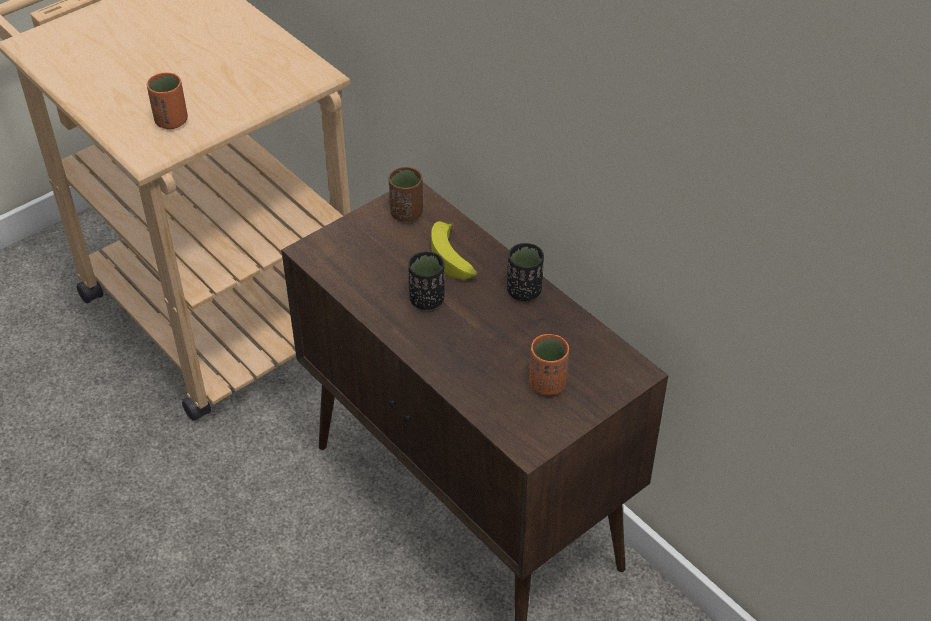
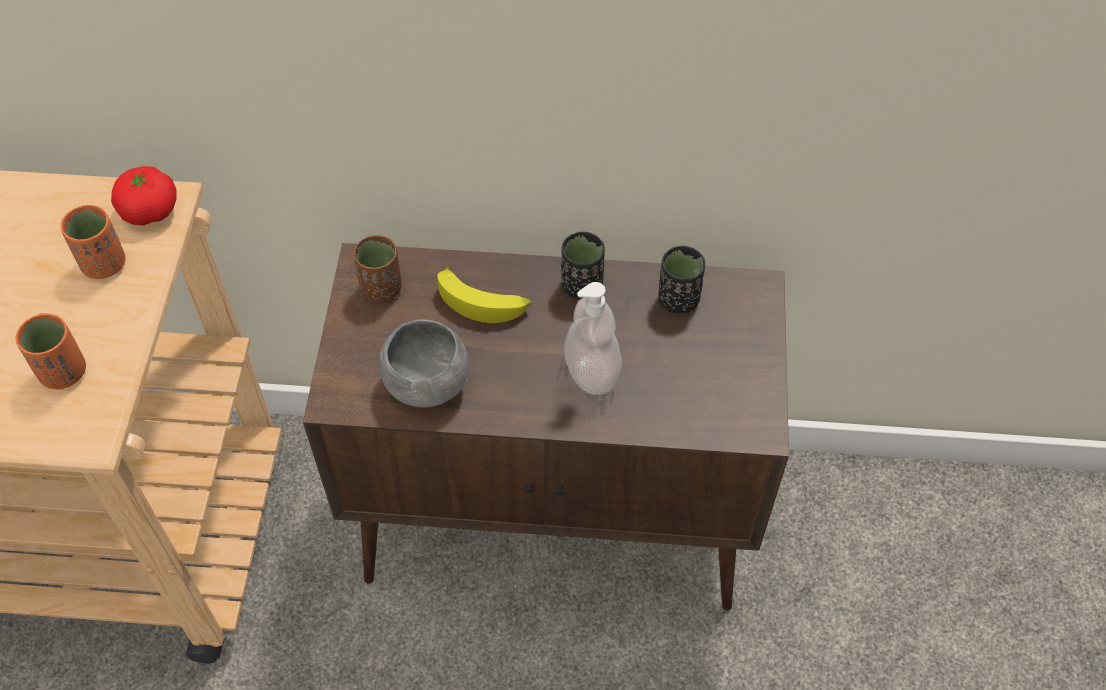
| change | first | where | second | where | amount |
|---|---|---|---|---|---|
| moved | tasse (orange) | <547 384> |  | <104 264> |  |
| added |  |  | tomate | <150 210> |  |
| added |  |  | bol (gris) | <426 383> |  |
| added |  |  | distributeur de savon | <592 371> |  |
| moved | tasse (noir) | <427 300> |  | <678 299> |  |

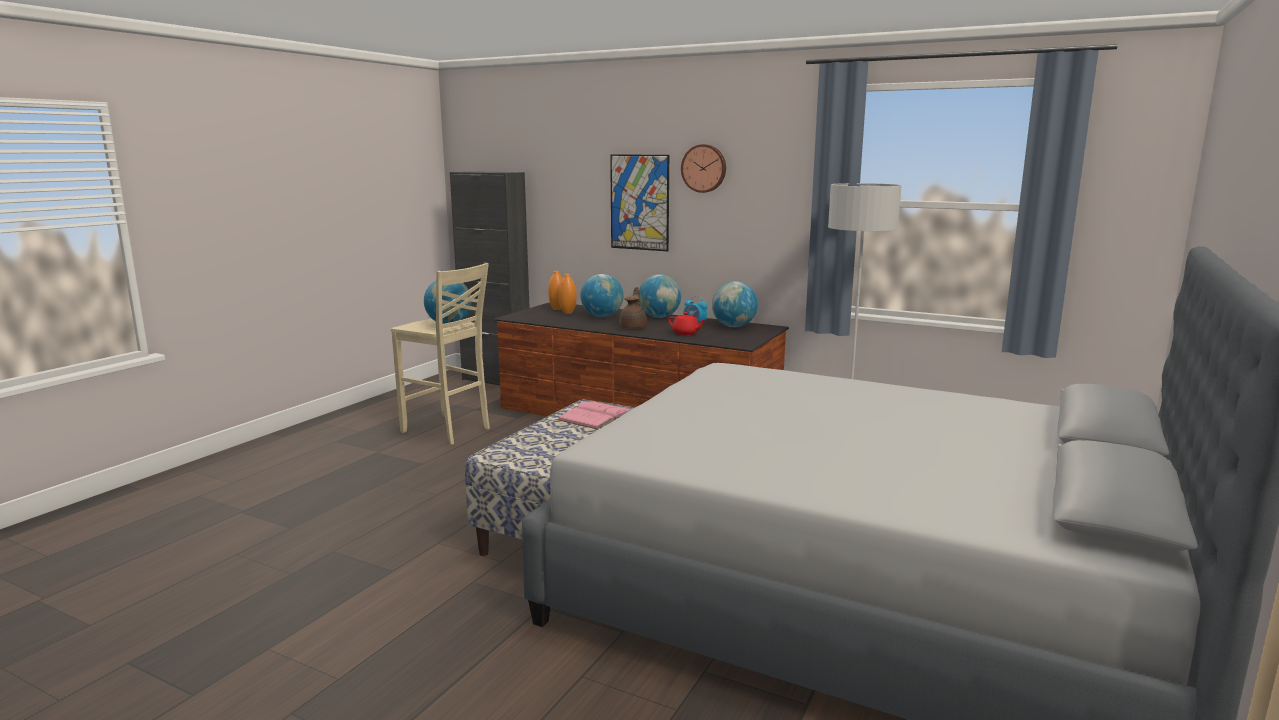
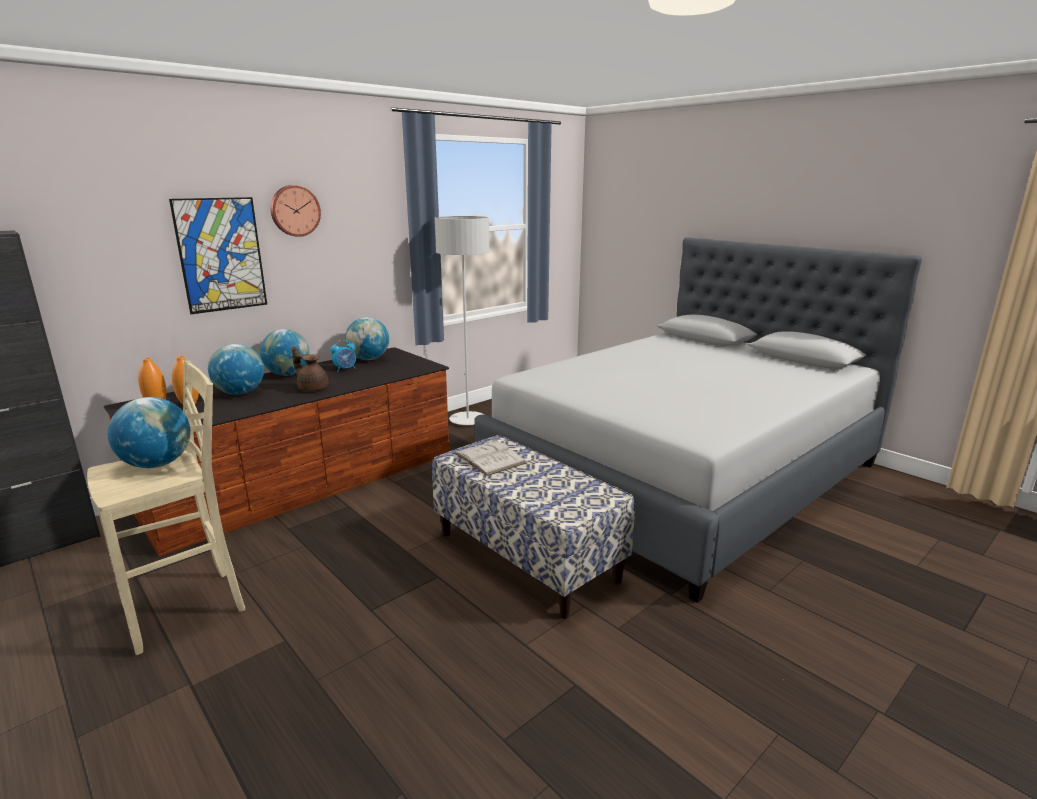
| change | first | where | second | where | amount |
|---|---|---|---|---|---|
| recoloured | livre (rose) | <595 415> | livre (blanc) | <489 458> |  |
| removed | théière (rouge) | <686 333> |  |  |  |

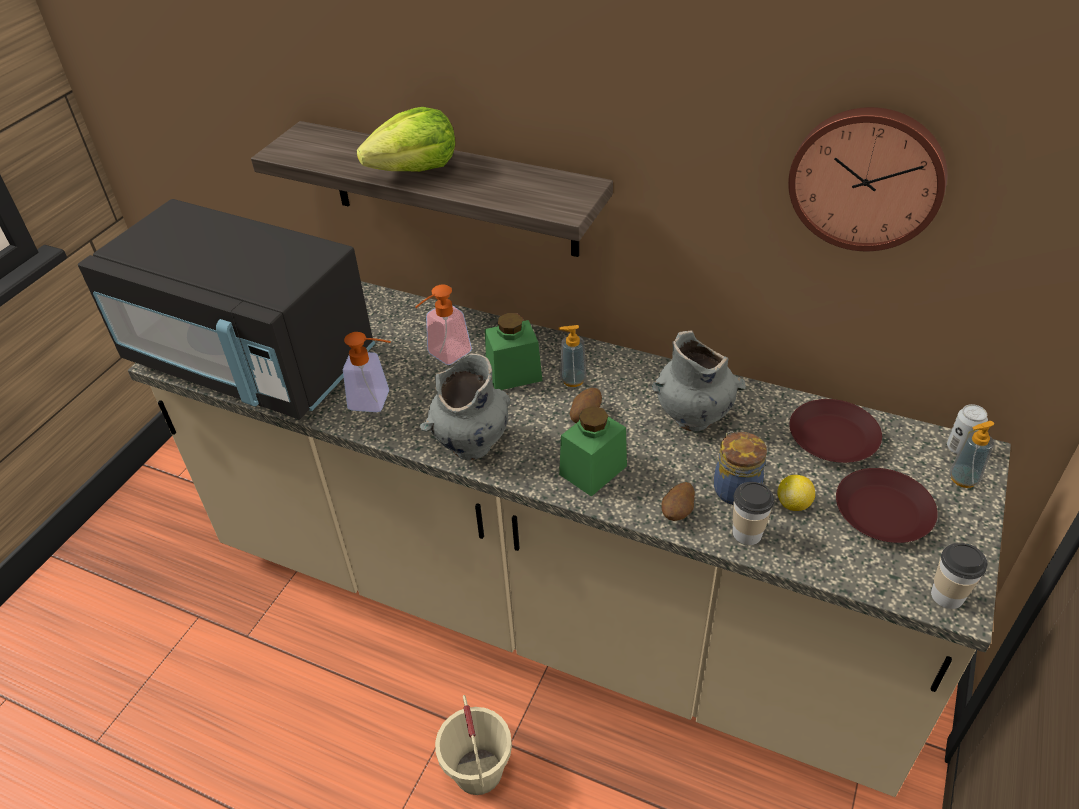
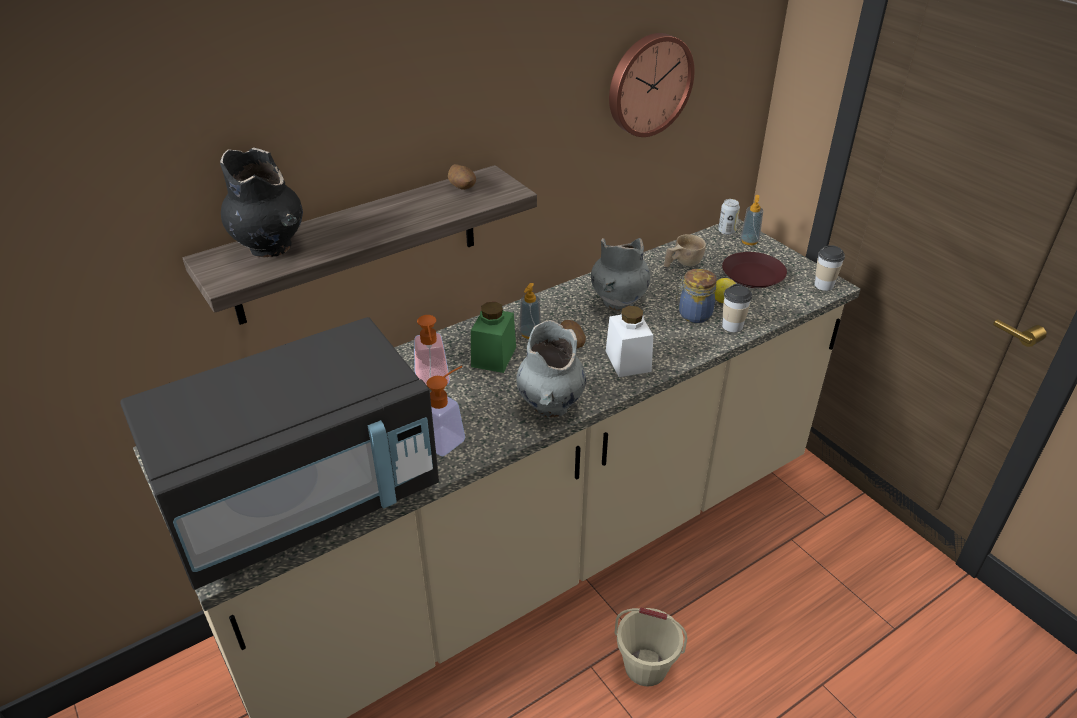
| change | first | where | second | where | amount |
|---|---|---|---|---|---|
| added |  |  | vase (noir) | <271 248> |  |
| moved | pomme de terre | <678 512> |  | <462 188> |  |
| recoloured | bocal (vert) | <593 470> | bocal (blanc) | <628 361> |  |
| replaced | assiette (marron) | <832 437> | tasse (beige) | <682 263> |  |
| removed | laitue | <415 169> |  |  |  |

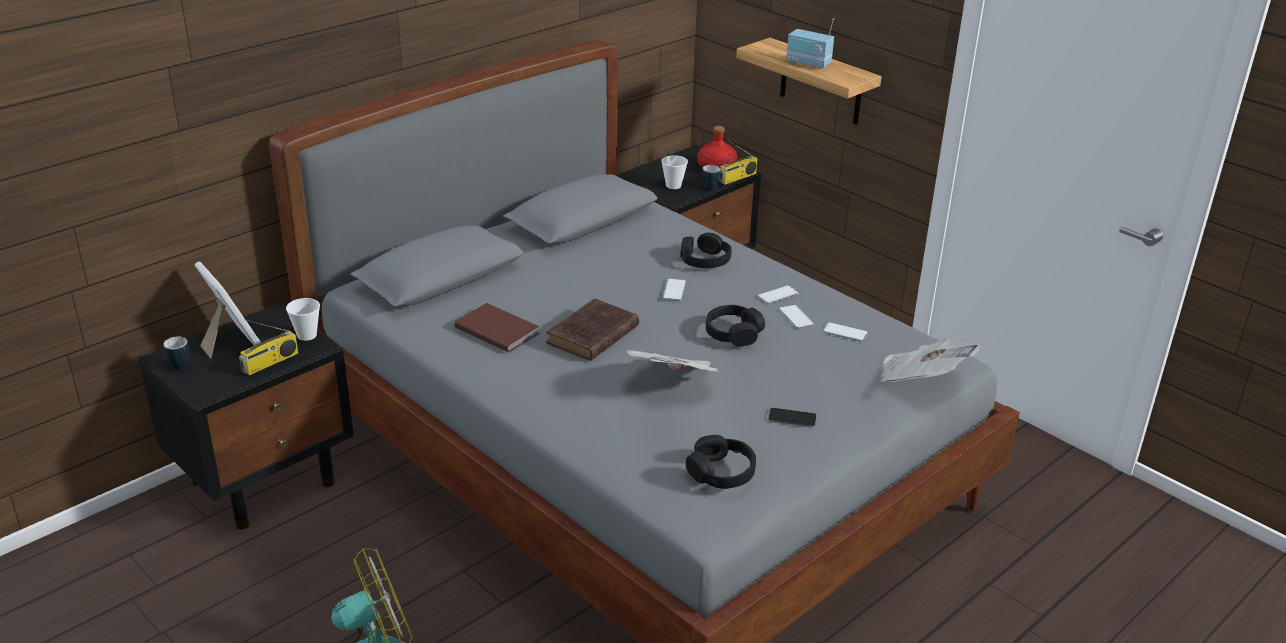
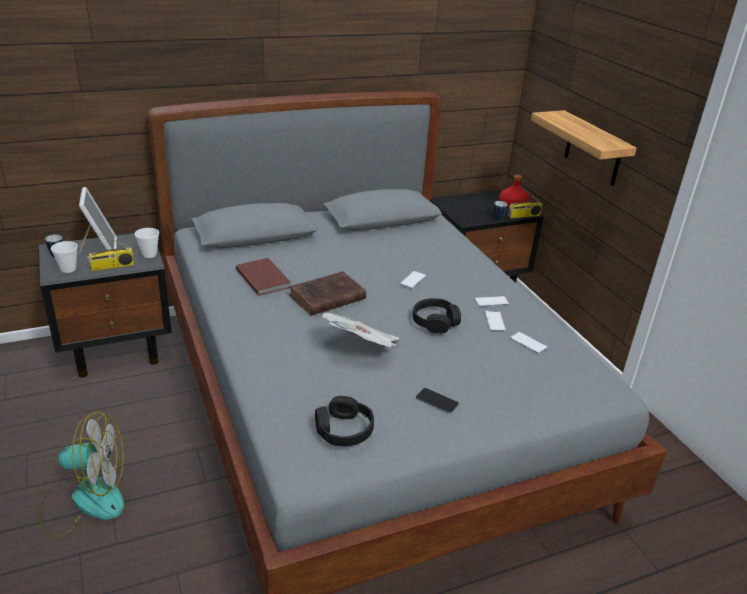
| change | first | where | second | where | amount |
|---|---|---|---|---|---|
| moved | tasse | <673 185> |  | <68 269> |  |
| removed | casque audio (noir) | <704 260> |  |  |  |
| removed | radio | <808 63> |  |  |  |
| removed | journal | <922 379> |  |  |  |

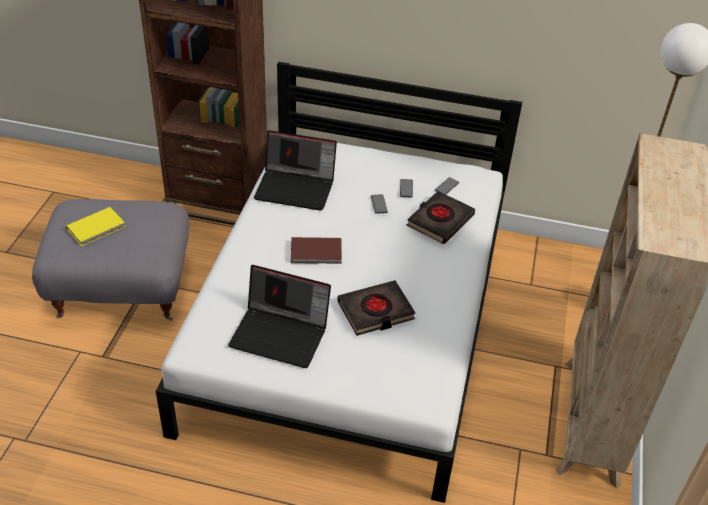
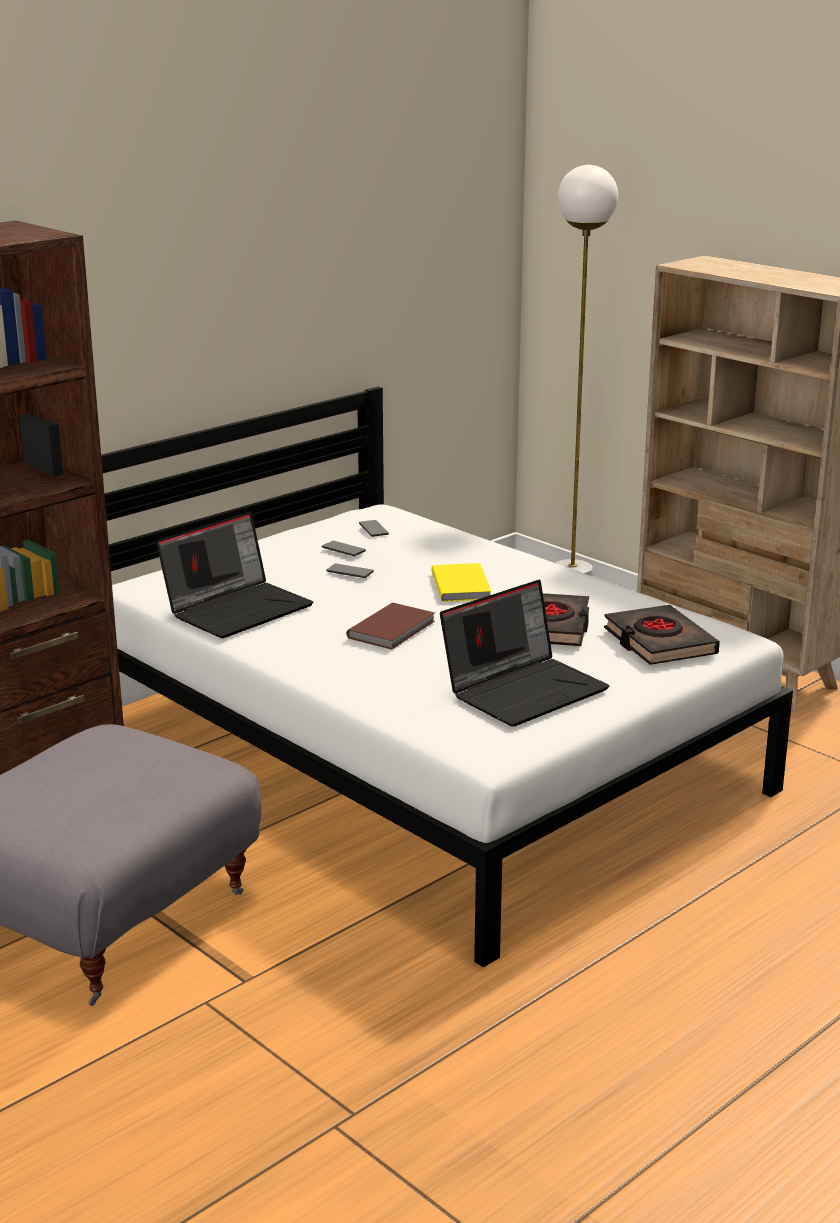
| change | first | where | second | where | amount |
|---|---|---|---|---|---|
| moved | livre (jaune) | <97 228> |  | <462 585> |  |
| moved | livre (noir) | <440 221> |  | <659 642> |  |

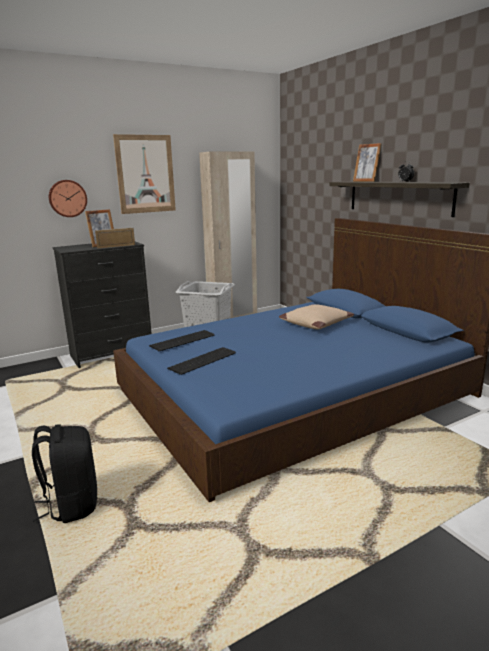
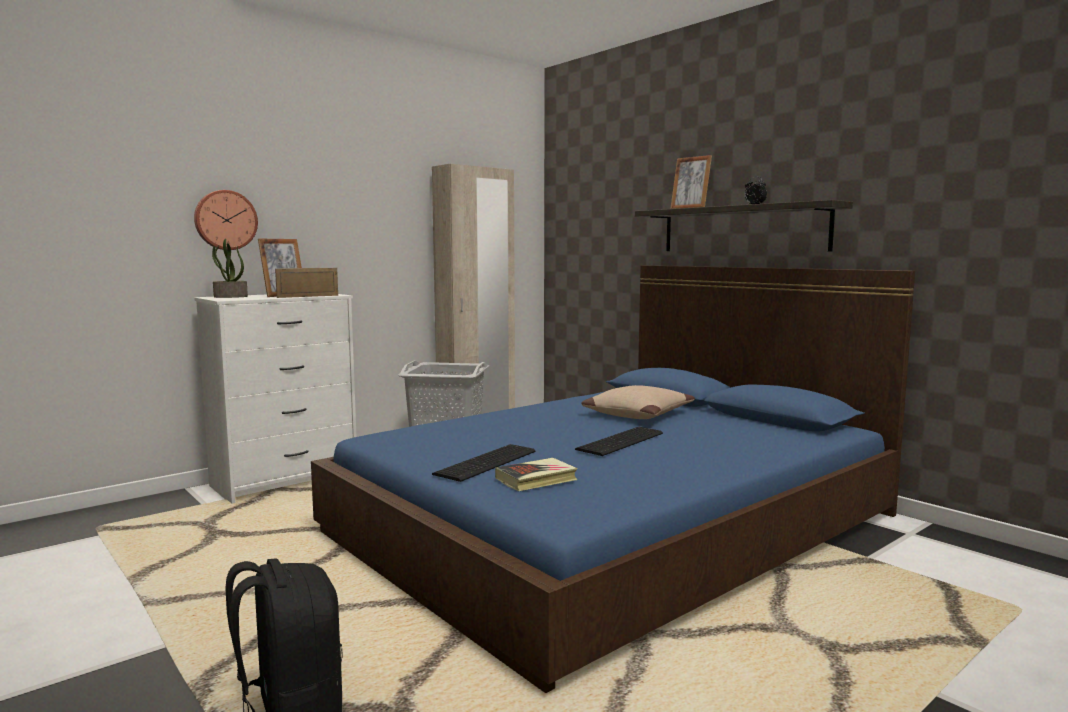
| change | first | where | second | where | amount |
|---|---|---|---|---|---|
| recoloured | commode (noir) | <112 354> | commode (blanc) | <285 481> |  |
| added |  |  | plante en pot | <230 297> |  |
| added |  |  | livre | <536 479> |  |
| moved | clavier | <184 340> |  | <623 441> |  |
| removed | tableau | <145 174> |  |  |  |

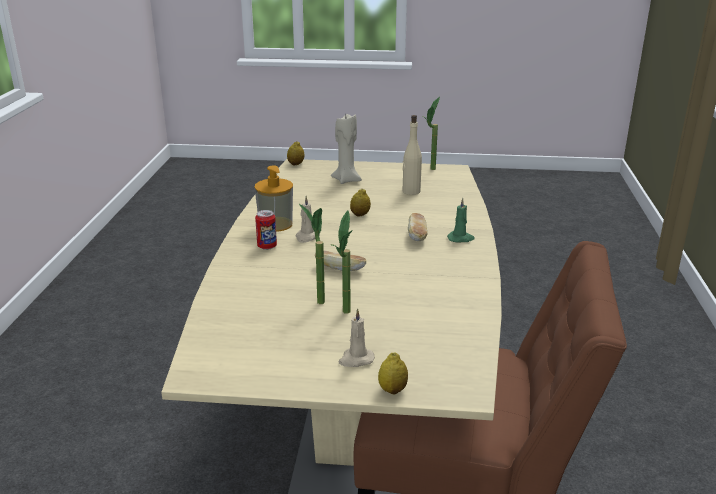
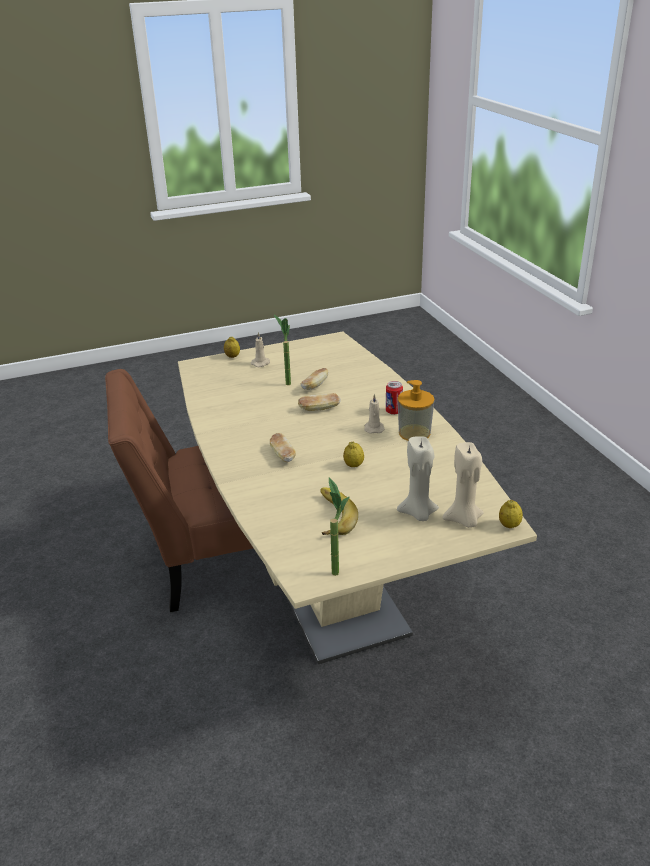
| change | first | where | second | where | amount |
|---|---|---|---|---|---|
| replaced | plante en pot | <316 299> | pain | <314 386> |  |
| replaced | bouteille (beige) | <411 191> | banane | <330 516> |  |
| added |  |  | bougie (beige) | <464 520> |  |
| removed | bougie (vert) | <461 238> |  |  |  |

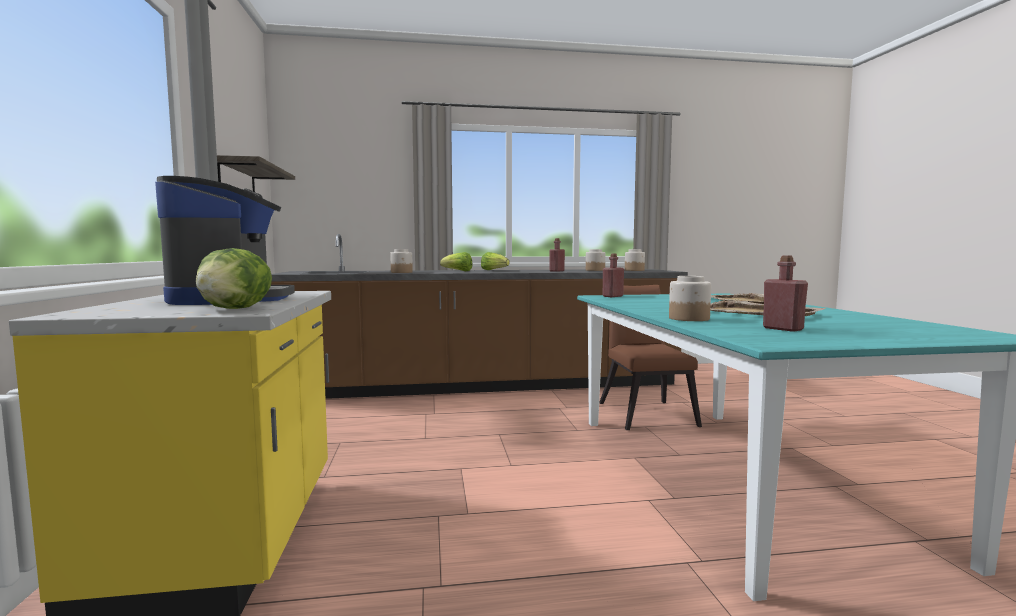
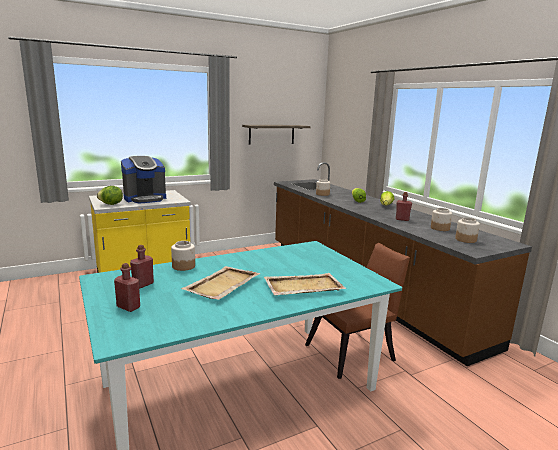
| change | first | where | second | where | amount |
|---|---|---|---|---|---|
| moved | bouteille (rouge) | <612 296> |  | <128 307> |  |

